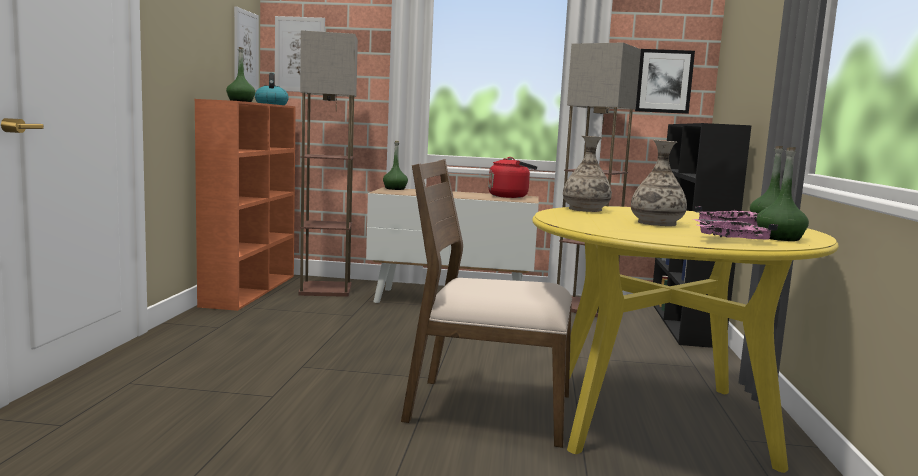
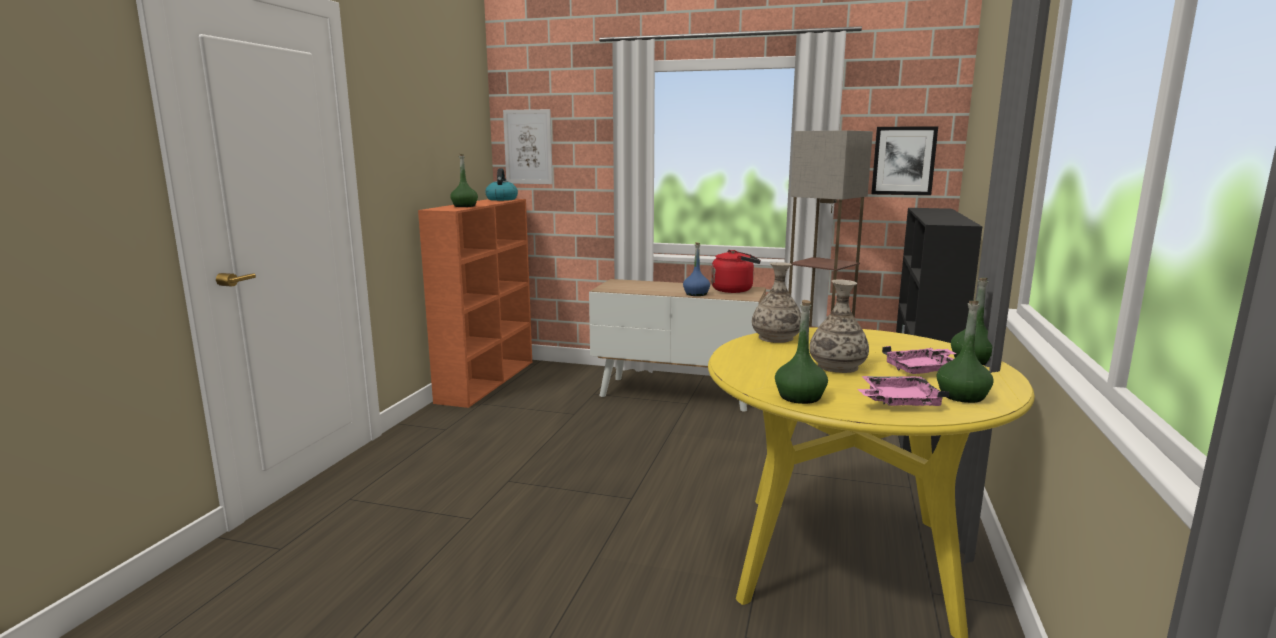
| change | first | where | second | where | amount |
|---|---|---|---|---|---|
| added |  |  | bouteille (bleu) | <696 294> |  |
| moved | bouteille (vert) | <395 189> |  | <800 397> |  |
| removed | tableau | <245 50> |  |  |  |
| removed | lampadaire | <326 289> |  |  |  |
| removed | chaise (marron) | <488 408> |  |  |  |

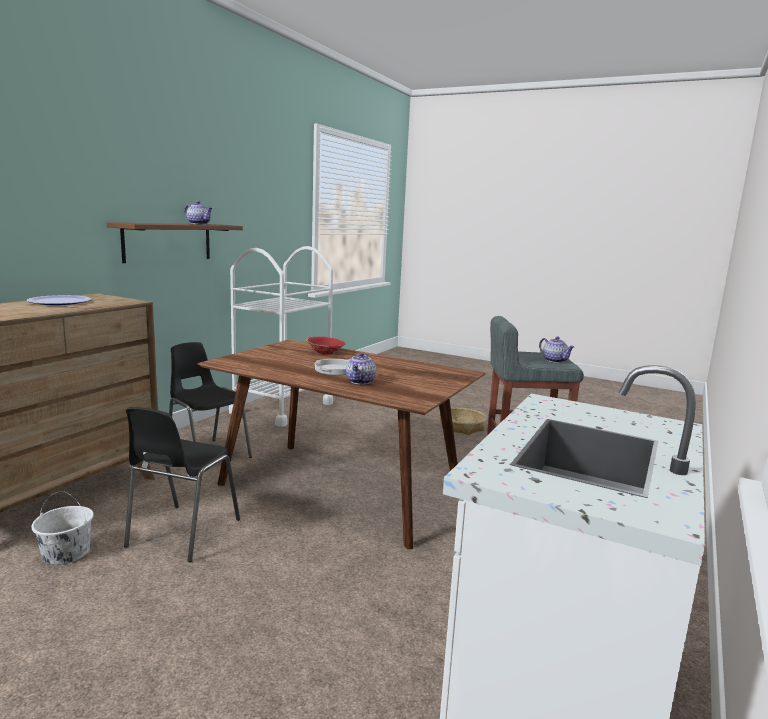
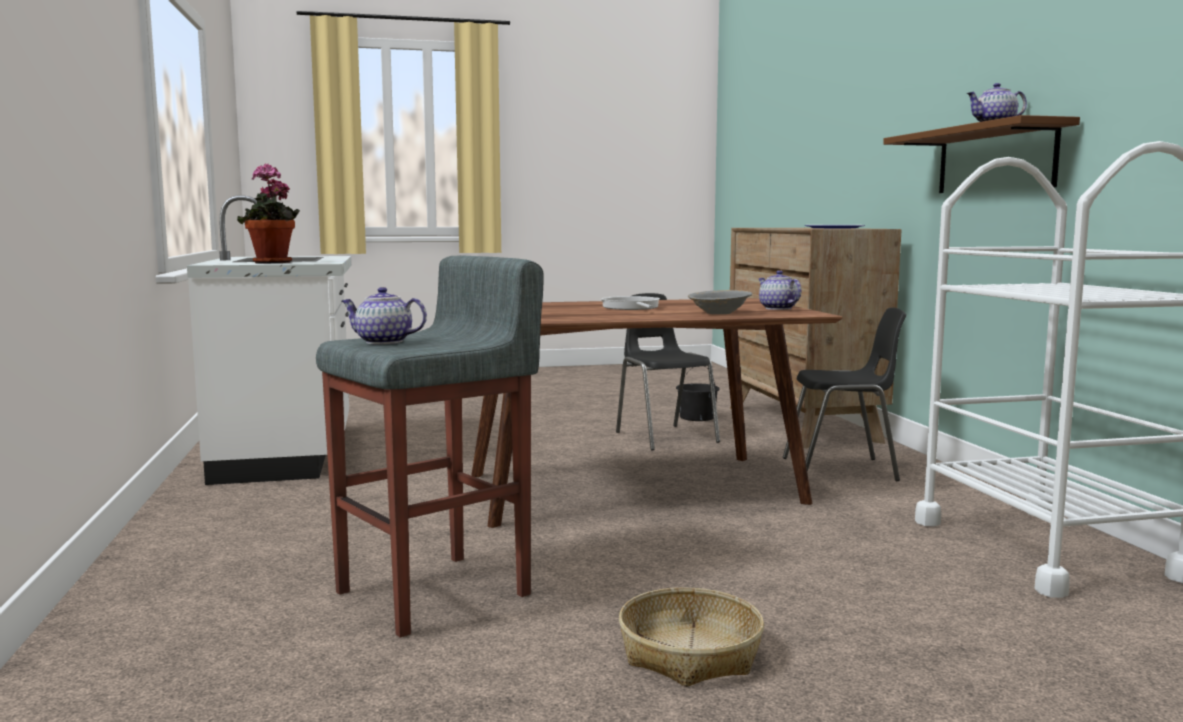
| change | first | where | second | where | amount |
|---|---|---|---|---|---|
| added |  |  | plante en pot | <272 263> |  |
| recoloured | seau (blanc) | <66 553> | seau (noir) | <697 417> |  |
| recoloured | bol (rouge) | <325 353> | bol (gris) | <719 313> |  |
| moved | théière | <361 382> |  | <777 308> |  |

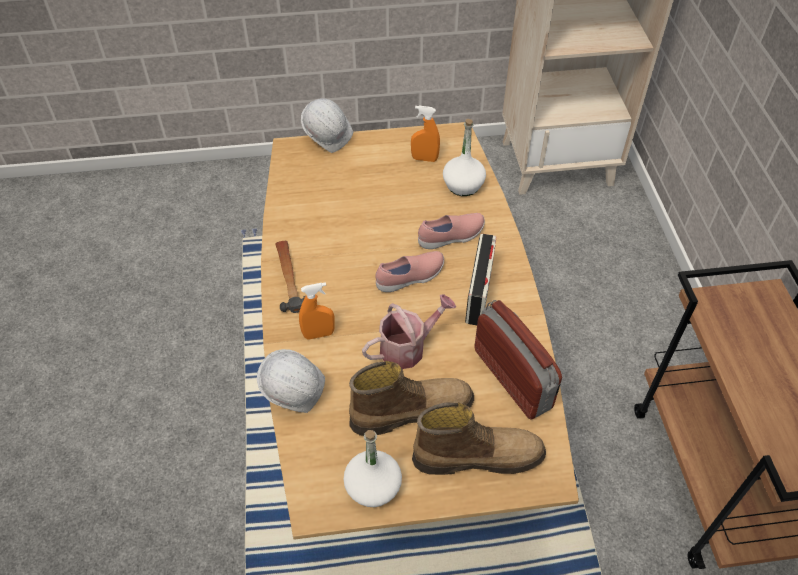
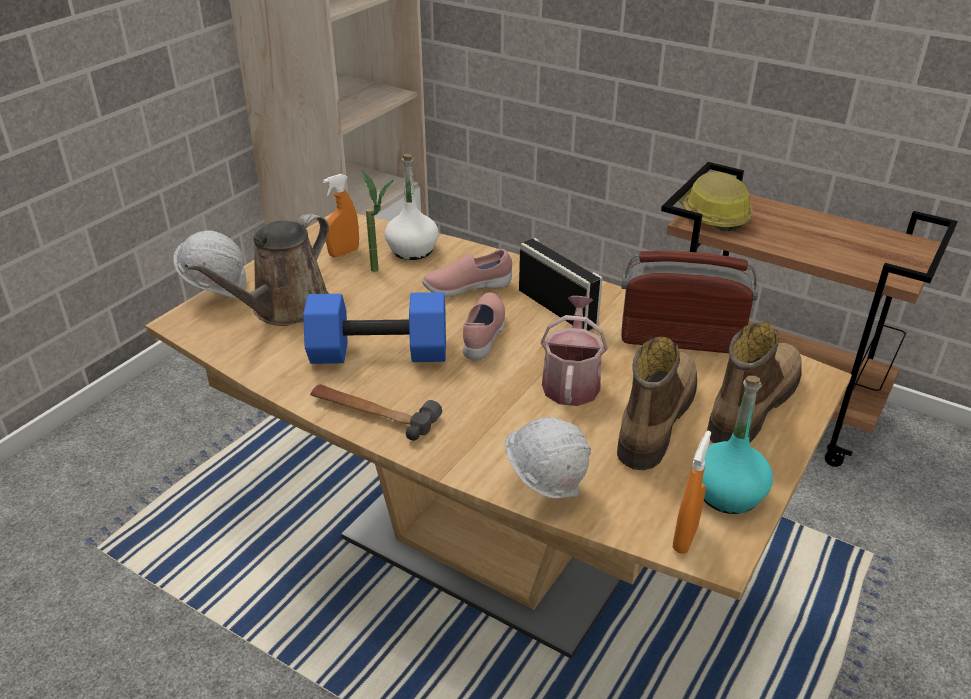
| change | first | where | second | where | amount |
|---|---|---|---|---|---|
| added |  |  | arrosoir (marron) | <285 309> |  |
| added |  |  | haltère (bleu) | <377 354> |  |
| added |  |  | plante en pot | <381 271> |  |
| turned | chaussure (rose) | <451 237> |  | <467 288> | 120 degrees counterclockwise |
| moved | vaporisateur (orange) | <318 334> |  | <685 538> |  |
| added |  |  | casque de chantier | <711 215> |  |
| recoloured | bouteille (blanc) | <373 486> | bouteille (turquoise) | <727 493> |  |

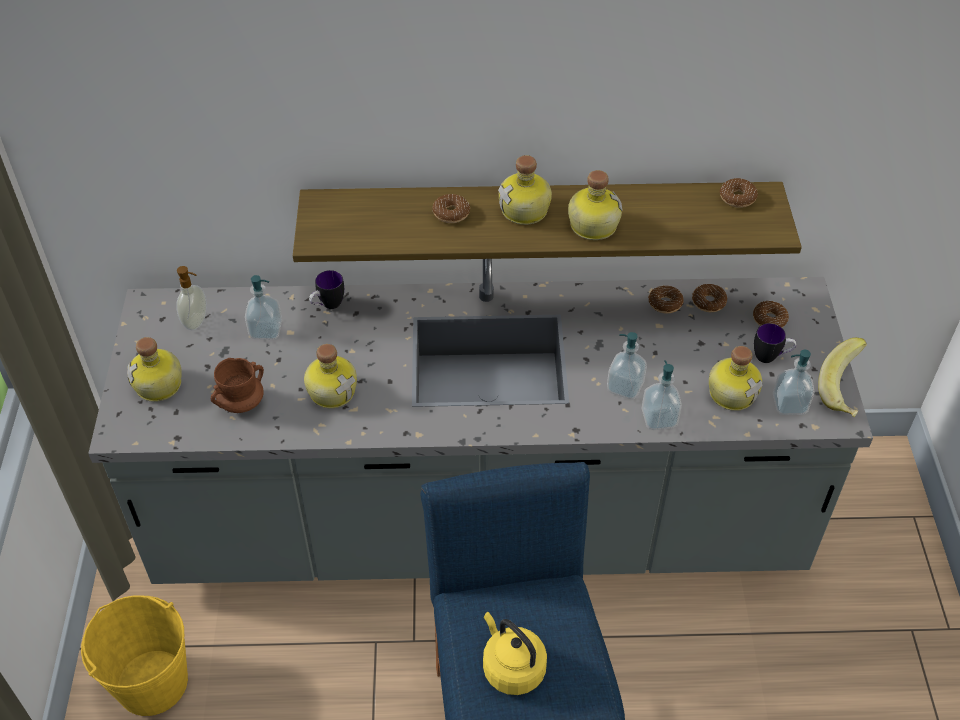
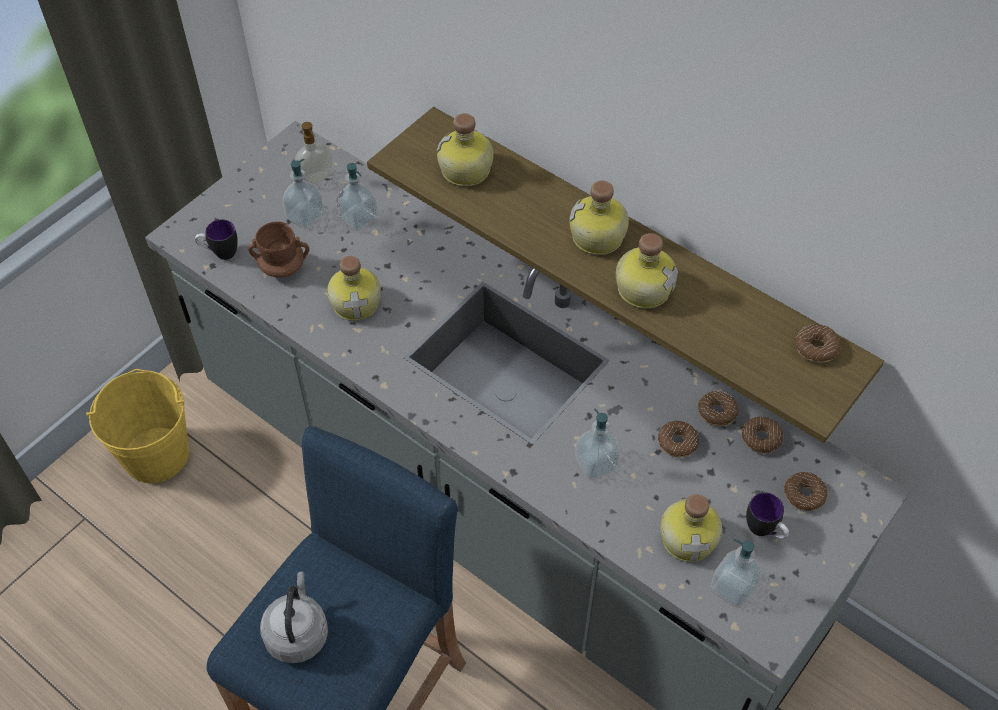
| change | first | where | second | where | amount |
|---|---|---|---|---|---|
| moved | mug | <327 305> |  | <220 253> |  |
| recoloured | bouilloire (jaune) | <511 667> | bouilloire (gris) | <297 633> |  |
| moved | distributeur de savon | <659 418> |  | <305 216> |  |
| moved | bouteille | <160 386> |  | <466 171> |  |
| moved | beignet | <451 213> |  | <677 443> |  |
| removed | banane | <845 392> |  |  |  |

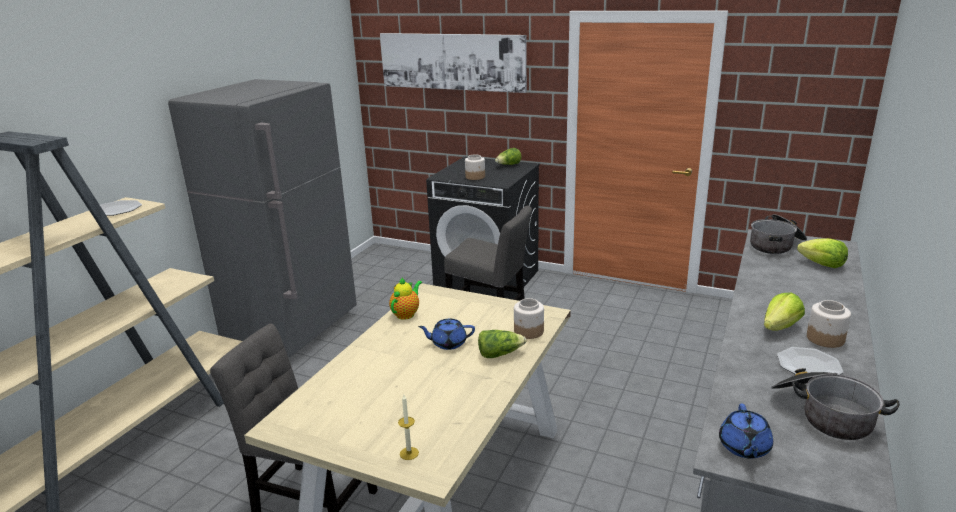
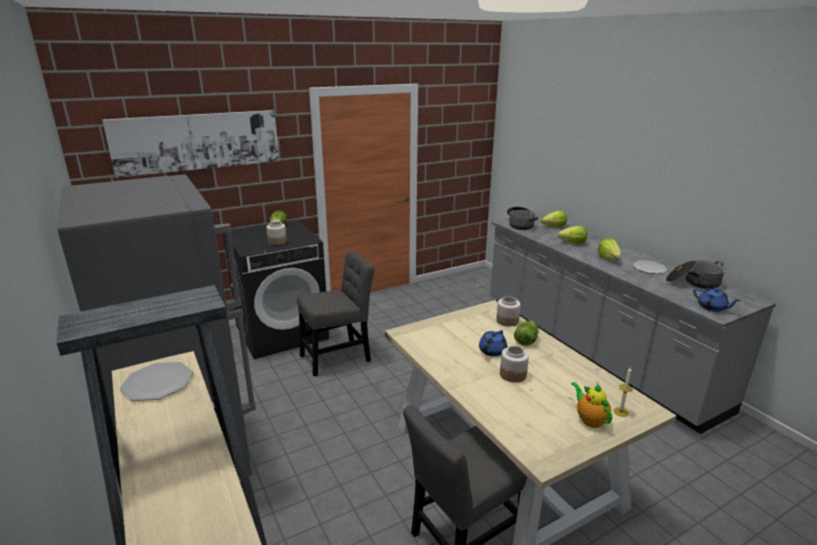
| change | first | where | second | where | amount |
|---|---|---|---|---|---|
| moved | bocal | <825 338> |  | <513 374> |  |
| added |  |  | laitue | <573 243> |  |
| moved | théière | <406 314> |  | <589 419> |  |

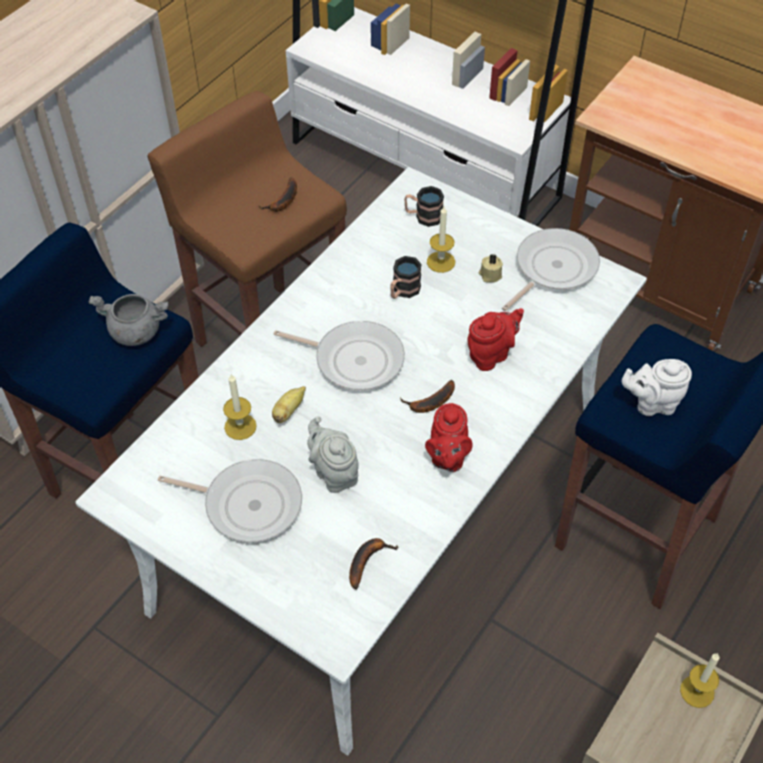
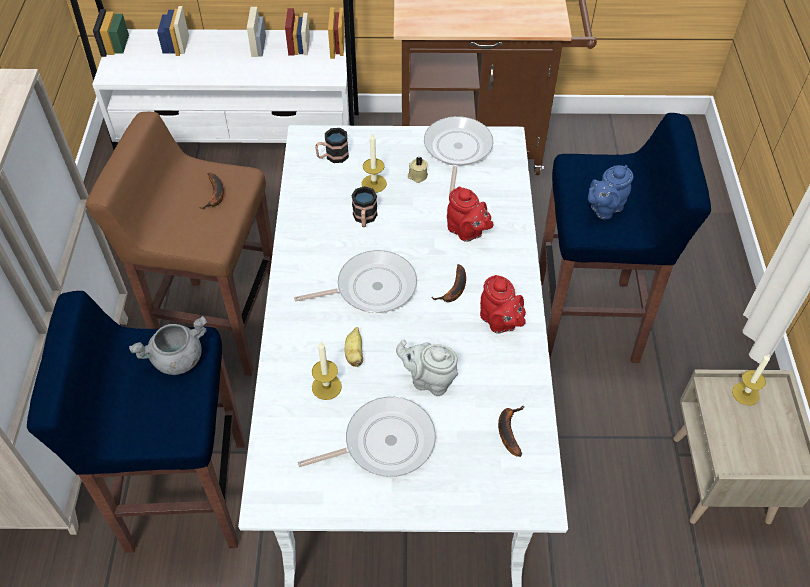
| change | first | where | second | where | amount |
|---|---|---|---|---|---|
| turned | théière (rouge) | <491 354> |  | <467 232> | 120 degrees clockwise |
| recoloured | théière (blanc) | <652 403> | théière (bleu) | <604 209> |  |

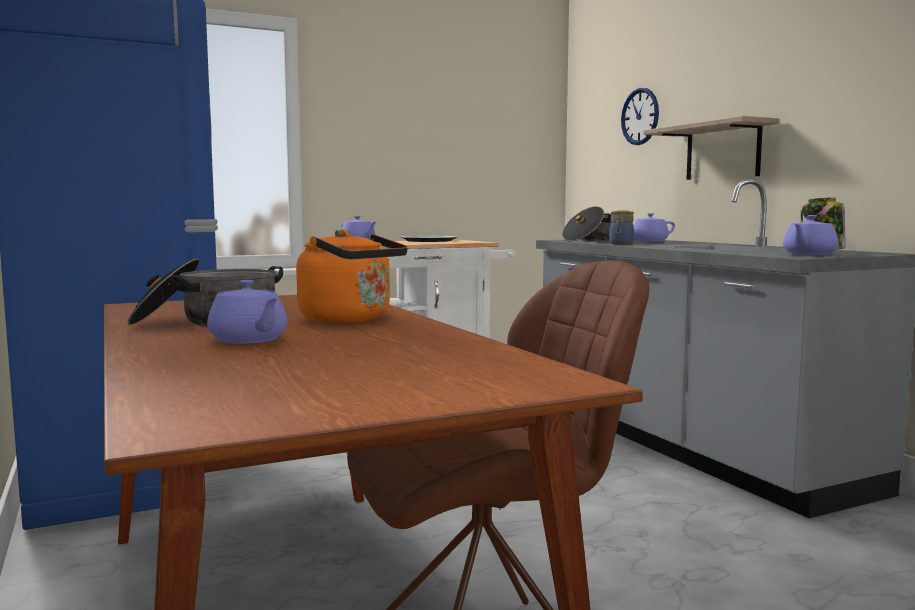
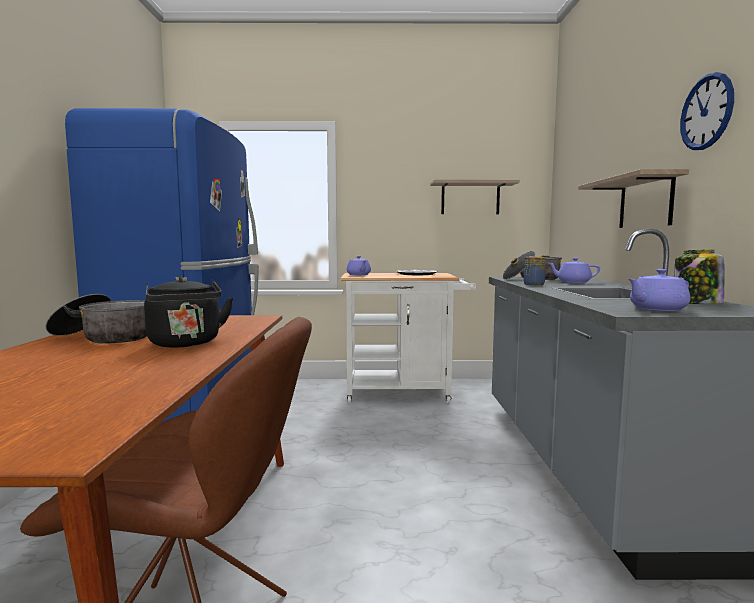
| change | first | where | second | where | amount |
|---|---|---|---|---|---|
| recoloured | bouilloire (orange) | <350 320> | bouilloire (noir) | <186 344> |  |
| added |  |  | étagère | <470 198> |  |
| moved | horloge murale | <640 116> |  | <706 112> |  |
| removed | théière (violet) | <249 340> |  |  |  |

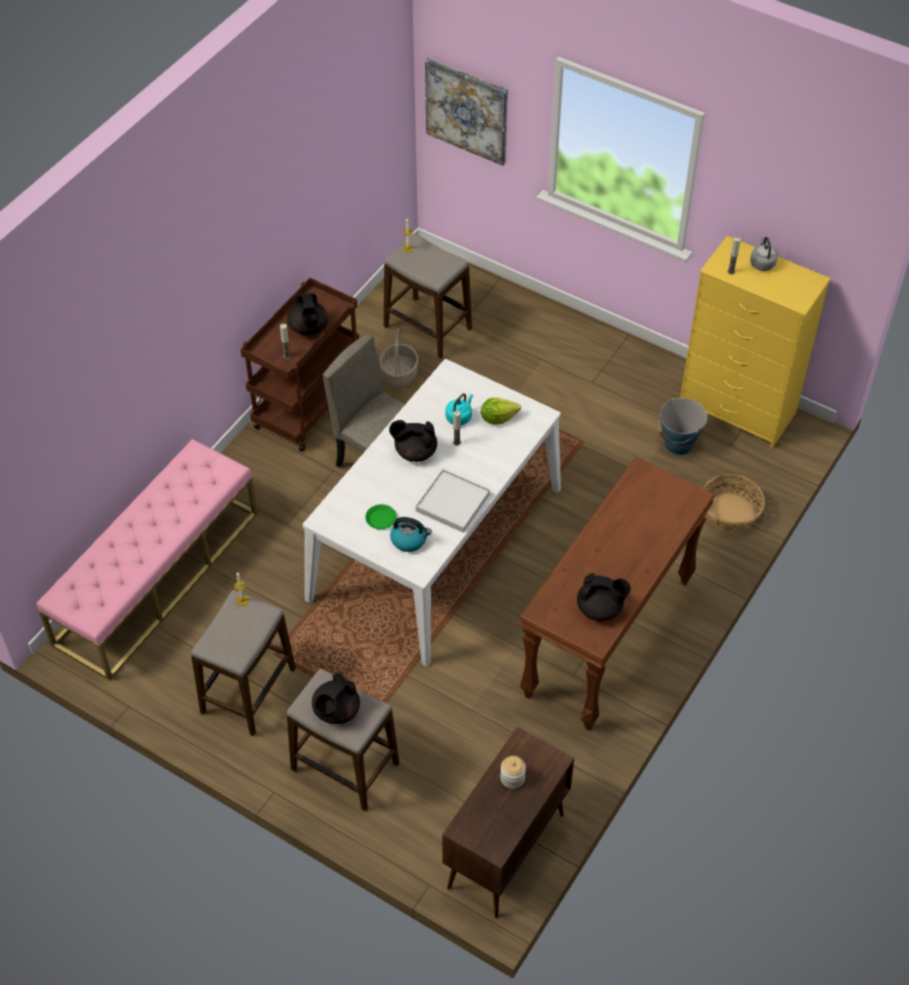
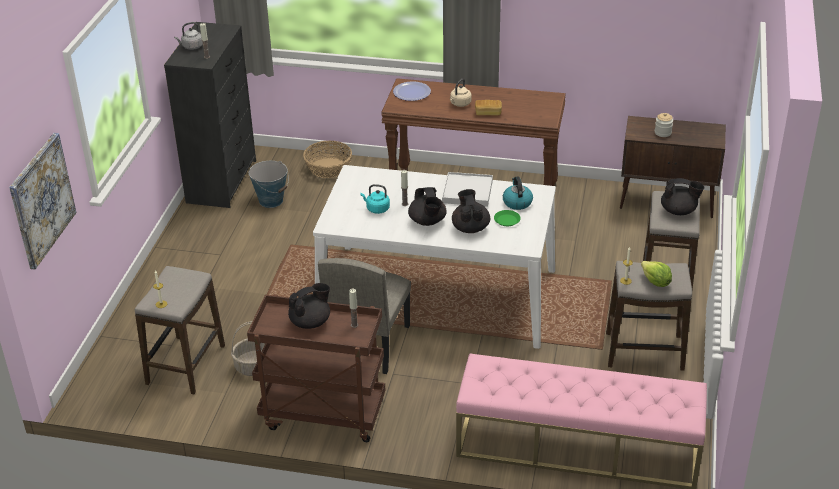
| change | first | where | second | where | amount |
|---|---|---|---|---|---|
| recoloured | commode (jaune) | <738 409> | commode (noir) | <222 181> |  |
| added |  |  | assiette | <411 92> |  |
| added |  |  | bouilloire (beige) | <460 104> |  |
| moved | théière (noir) | <600 608> |  | <470 228> |  |
| added |  |  | pain | <488 113> |  |
| moved | laitue | <498 418> |  | <655 282> |  |

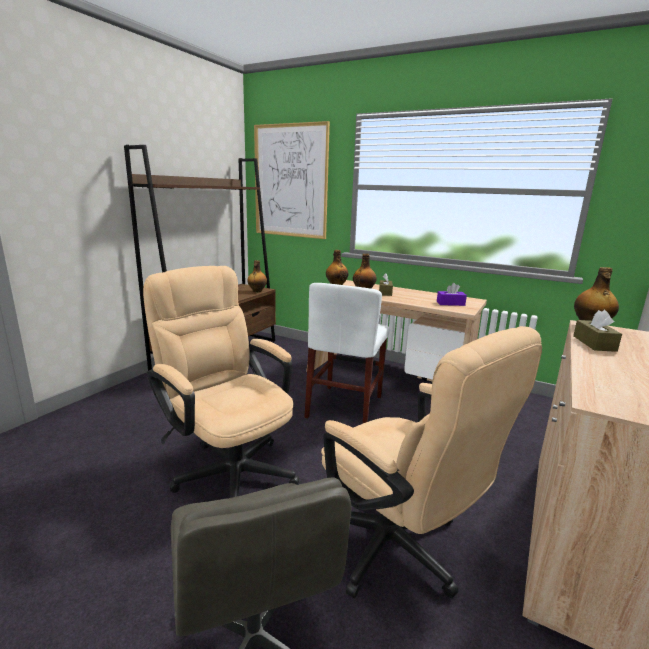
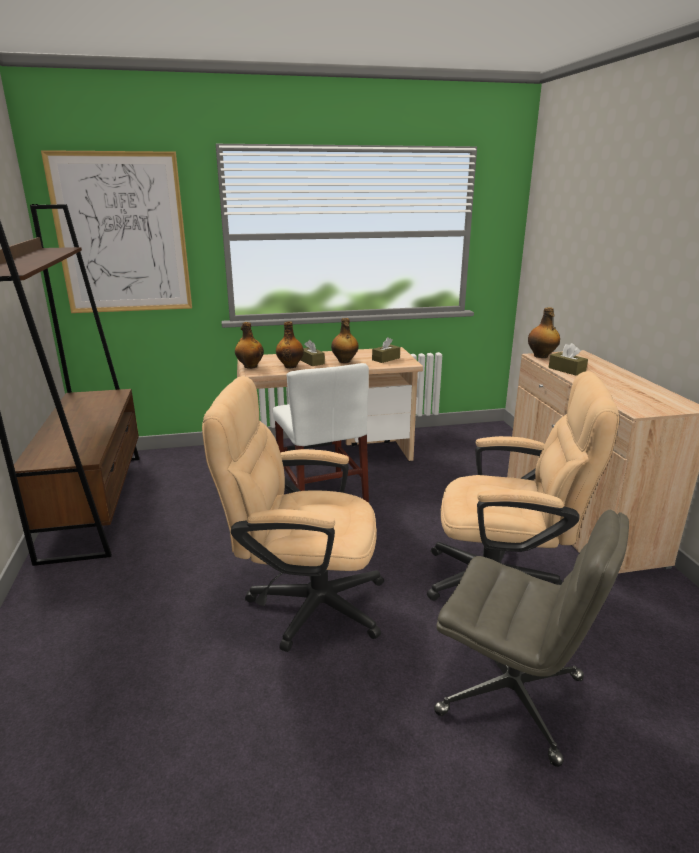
| change | first | where | second | where | amount |
|---|---|---|---|---|---|
| moved | bouteille | <257 291> |  | <344 361> |  |
| recoloured | boîte à mouchoirs (violet) | <450 303> | boîte à mouchoirs (marron) | <386 359> |  |

